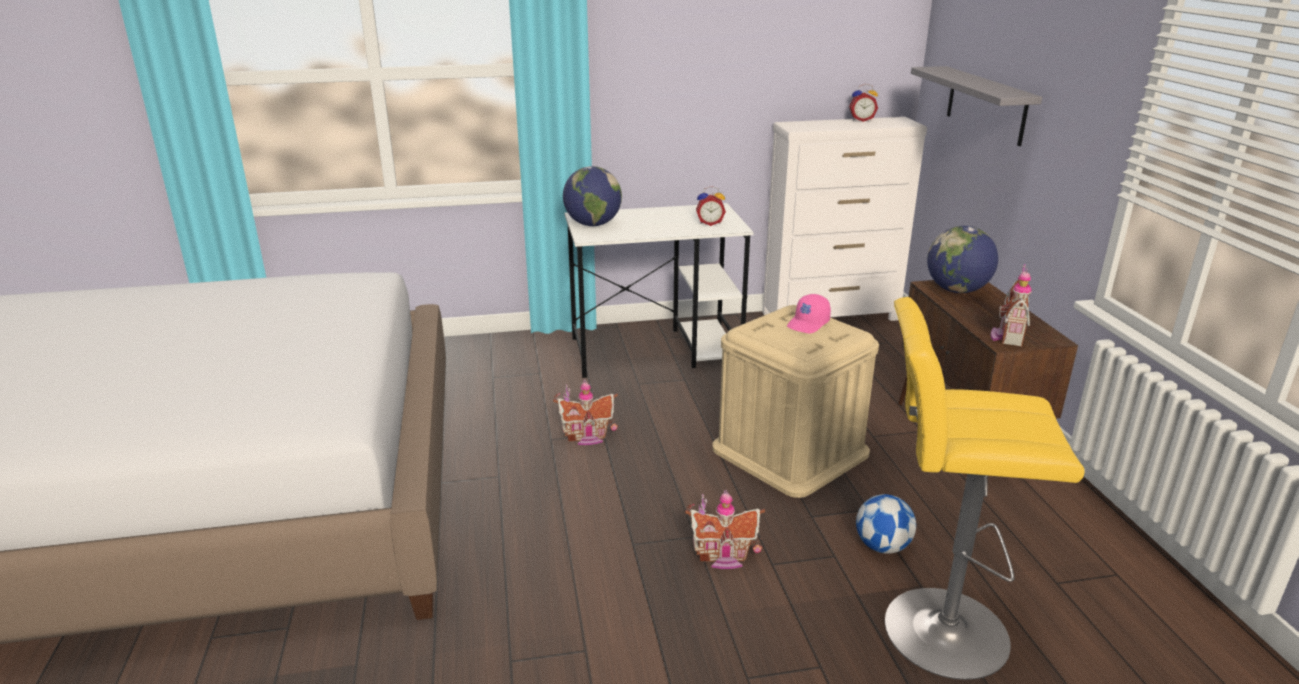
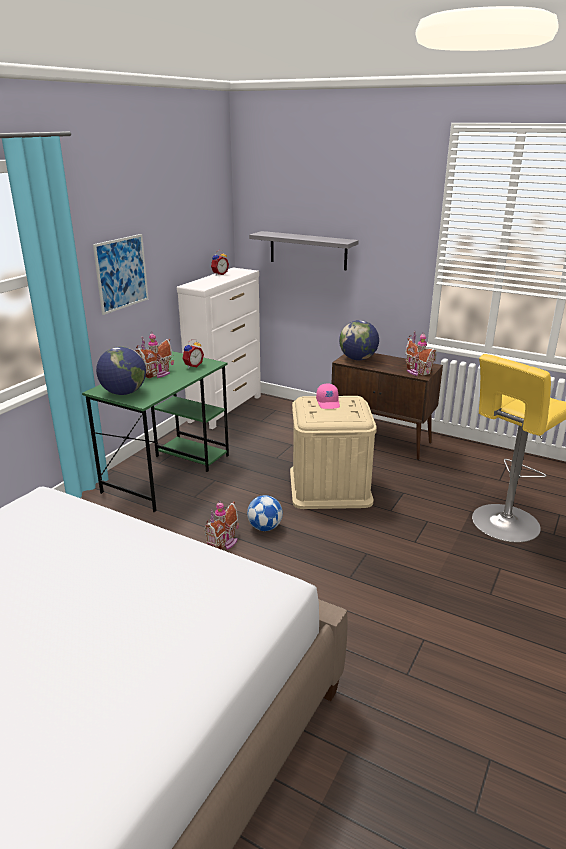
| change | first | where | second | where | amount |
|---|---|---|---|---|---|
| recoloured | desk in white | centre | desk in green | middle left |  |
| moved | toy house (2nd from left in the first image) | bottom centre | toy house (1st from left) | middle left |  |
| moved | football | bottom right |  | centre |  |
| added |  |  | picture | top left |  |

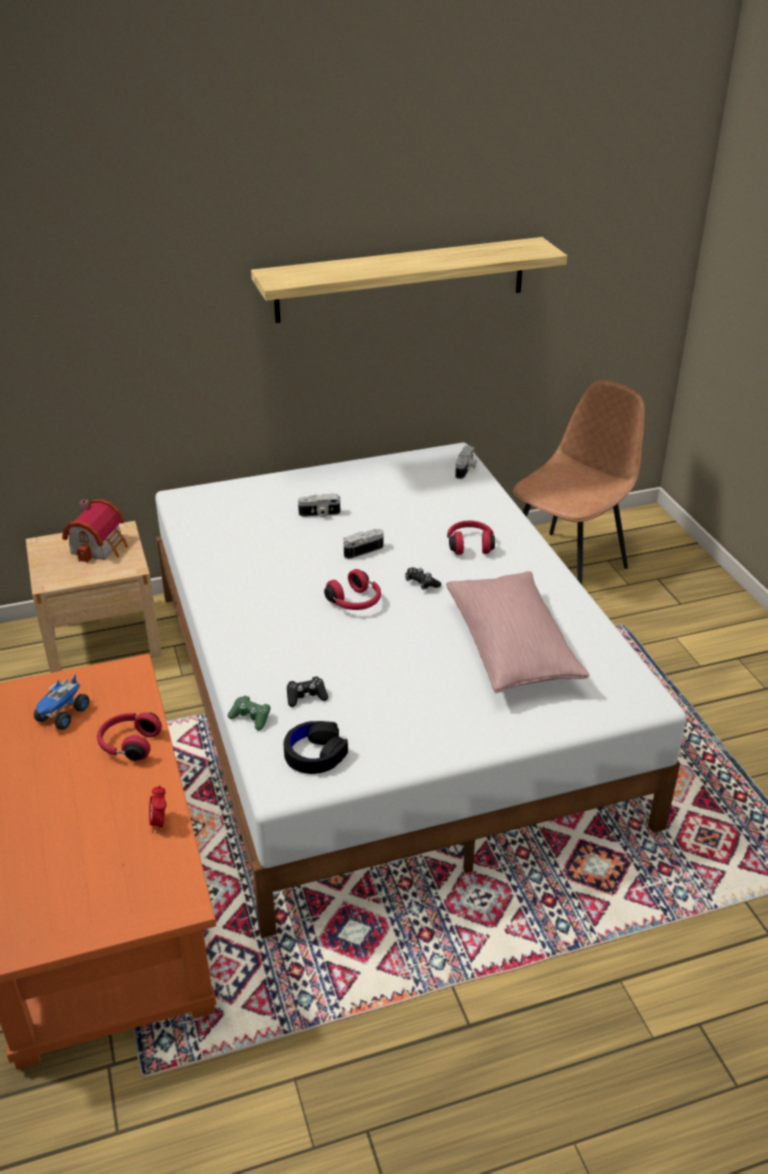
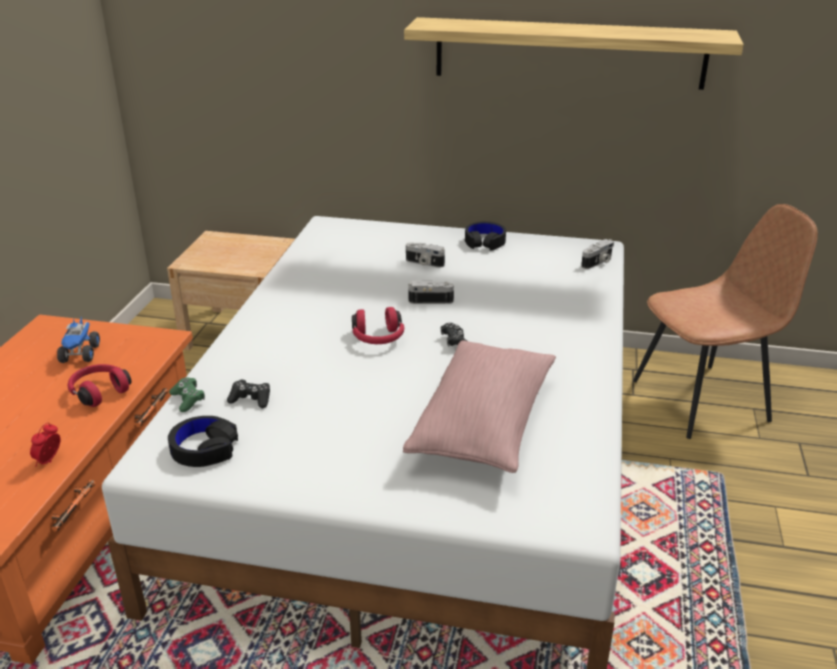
| change | first | where | second | where | amount |
|---|---|---|---|---|---|
| removed | toy house | middle left |  |  |  |
| removed | headphones in red (3rd from left) | centre |  |  |  |
| turned | toy truck | middle left |  | middle left | 60 degrees counterclockwise |
| added |  |  | headphones in black (2nd from left) | centre |  |

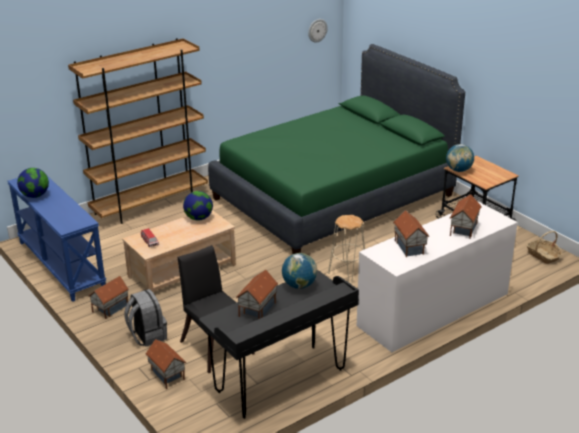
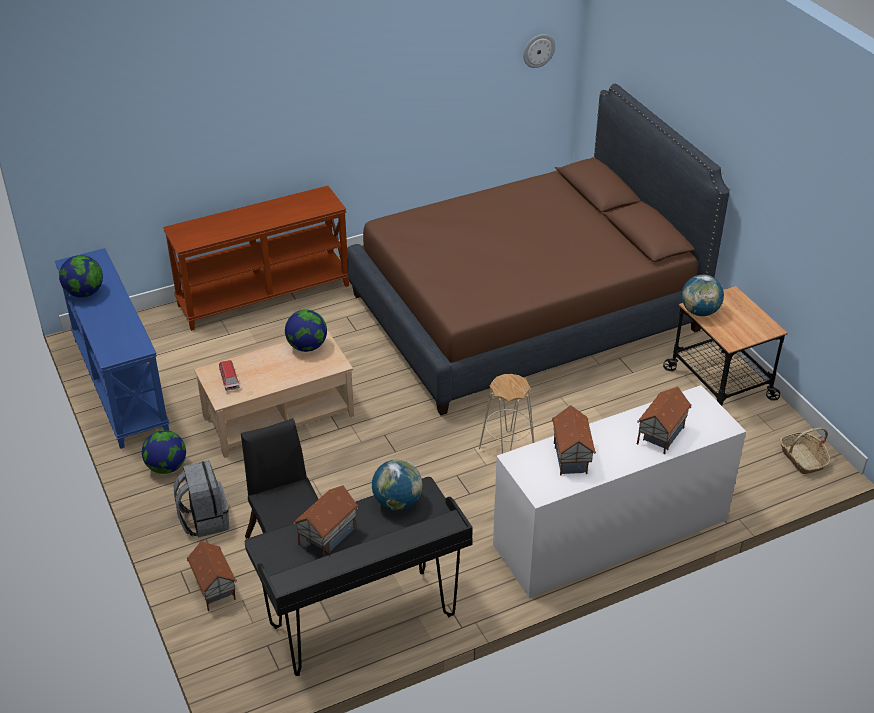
| change | first | where | second | where | amount |
|---|---|---|---|---|---|
| replaced | bookcase in brown | top left | console table in brown | middle left |  |
| recoloured | bed in green | centre | bed in brown | centre |  |
| replaced | toy house (1st from left) | bottom left | globe (2nd from left) | middle left |  |

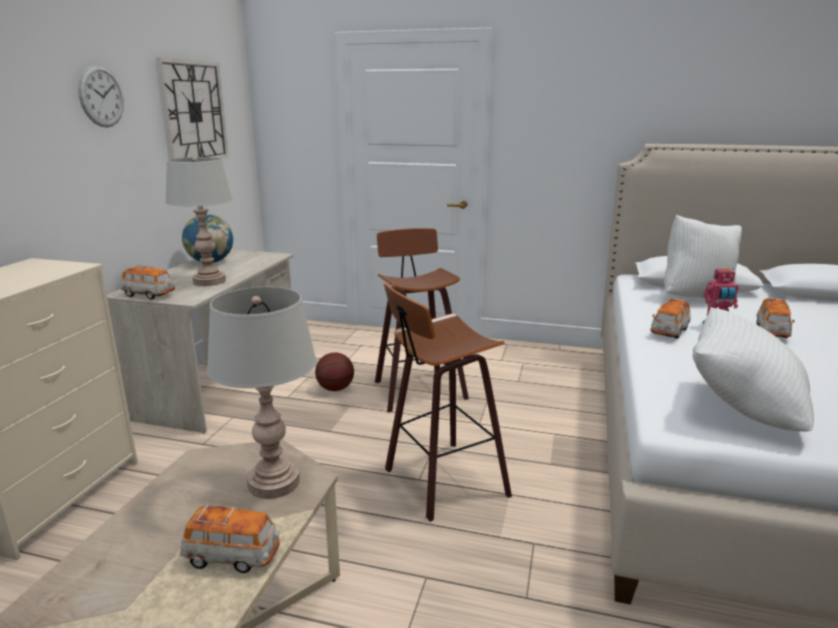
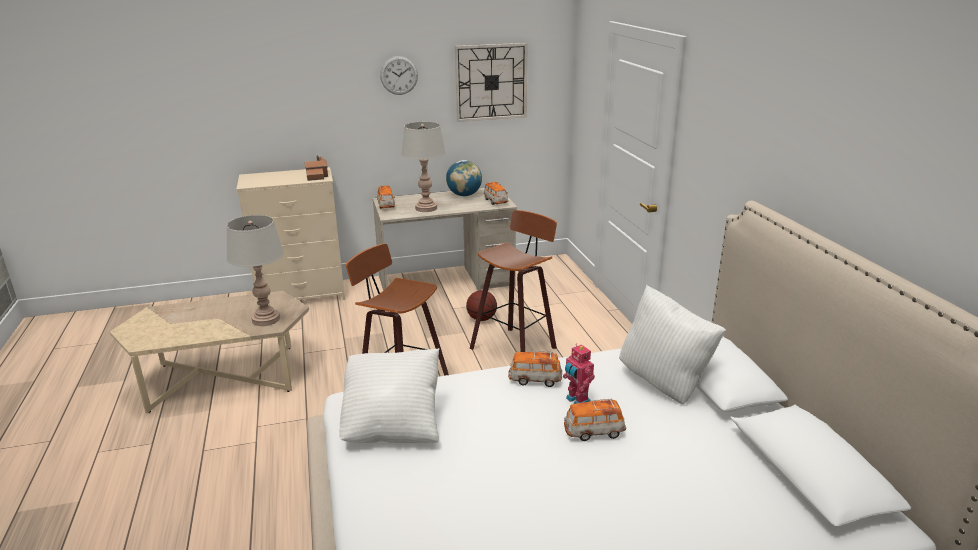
| change | first | where | second | where | amount |
|---|---|---|---|---|---|
| moved | toy car (2nd from left) | bottom left |  | centre |  |
| added |  |  | toy house | top left |  |

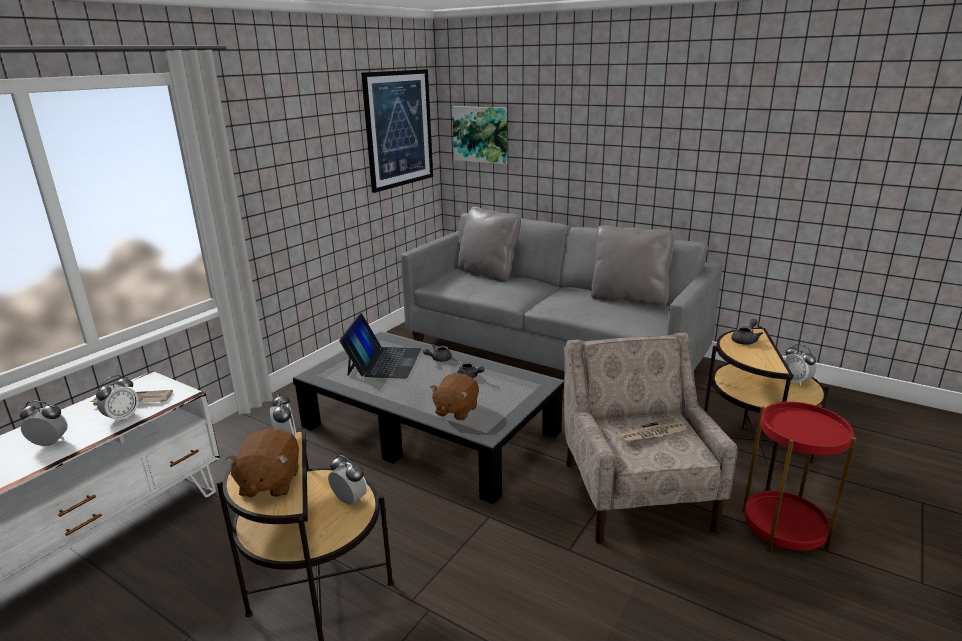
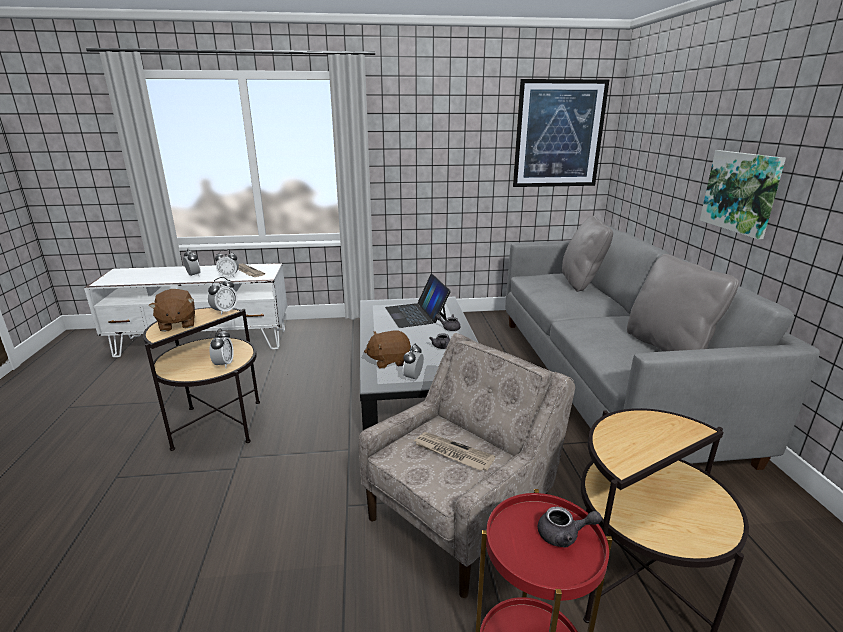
| change | first | where | second | where | amount |
|---|---|---|---|---|---|
| moved | picture (2nd from left) | top centre |  | top right |  |
| turned | laptop | centre |  | centre | 105 degrees clockwise |
| moved | teapot in grey (3rd from left) | middle right |  | bottom right |  |
| moved | alarm clock (5th from left) | middle right |  | centre |  |
| turned | plush toy in brown (1st from left) | bottom left |  | middle left | 75 degrees counterclockwise |

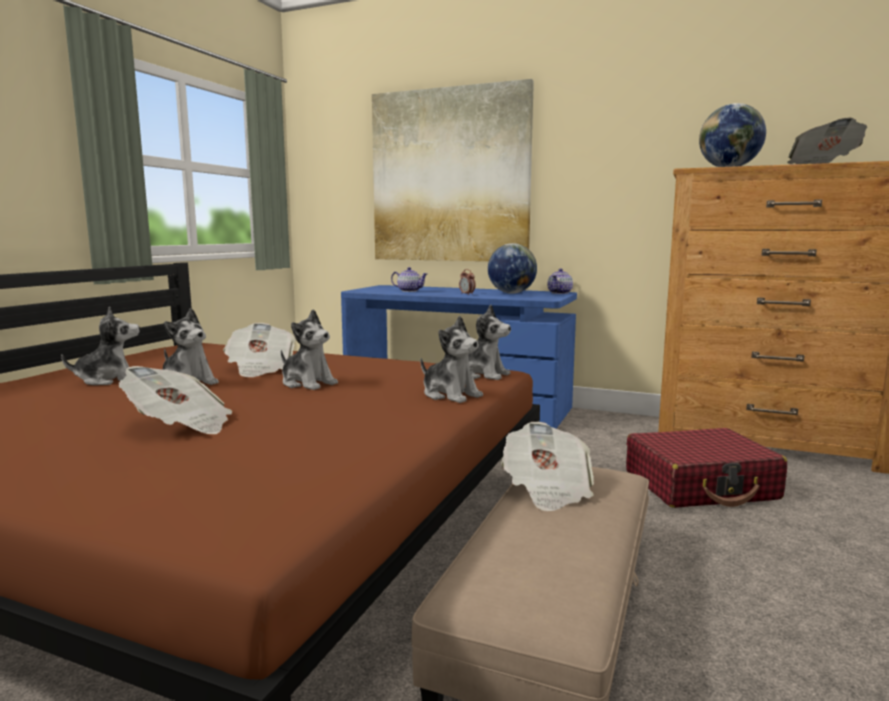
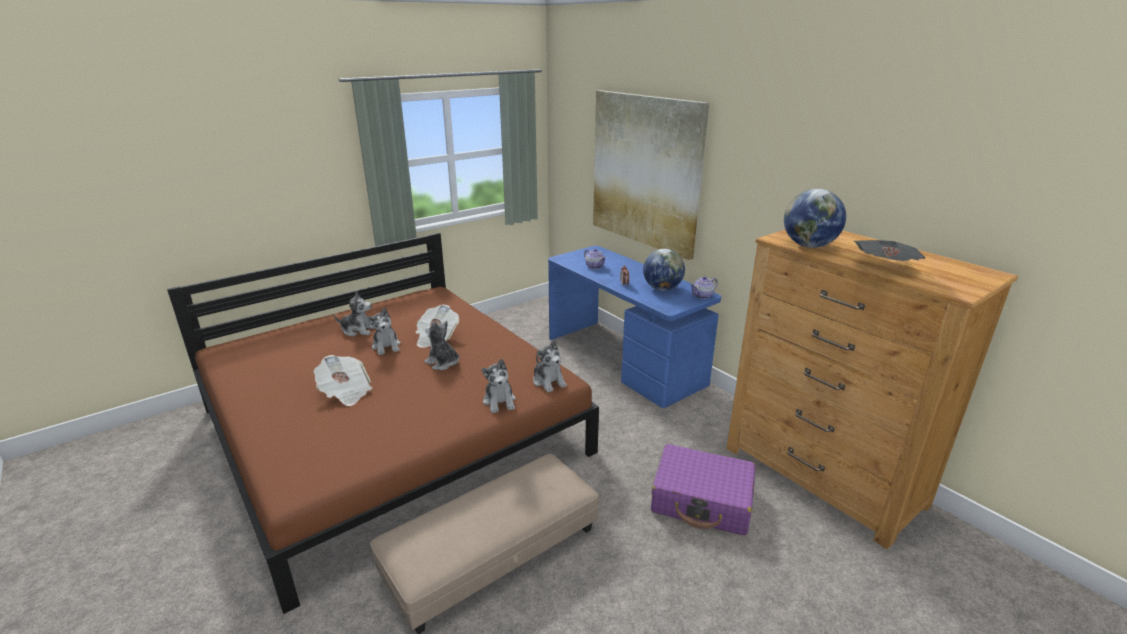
| change | first | where | second | where | amount |
|---|---|---|---|---|---|
| turned | plush toy (3rd from left) | centre |  | centre | 150 degrees clockwise |
| removed | newspaper (3rd from left) | centre |  |  |  |
| recoloured | suitcase in red | bottom right | suitcase in purple | bottom centre |  |

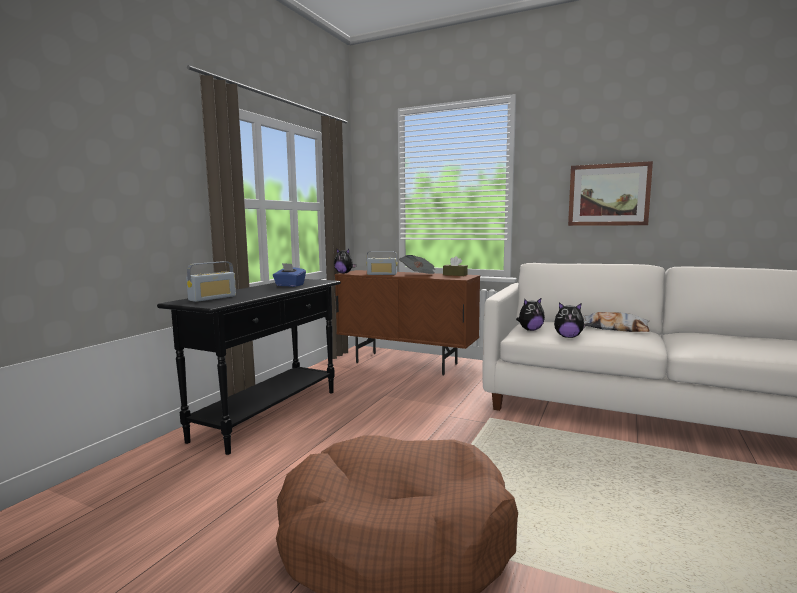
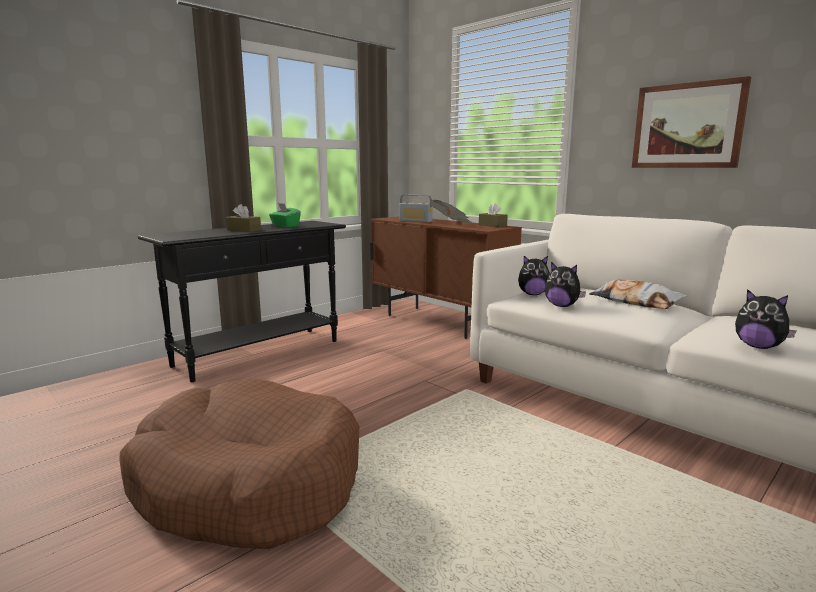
| change | first | where | second | where | amount |
|---|---|---|---|---|---|
| moved | plush toy (1st from left in the first image) | centre | plush toy (3rd from left) | middle right |  |
| removed | radio (1st from left) | middle left |  |  |  |
| recoloured | tissue box in blue | centre | tissue box in green | centre |  |
| added |  |  | tissue box in brown (1st from left) | middle left |  |

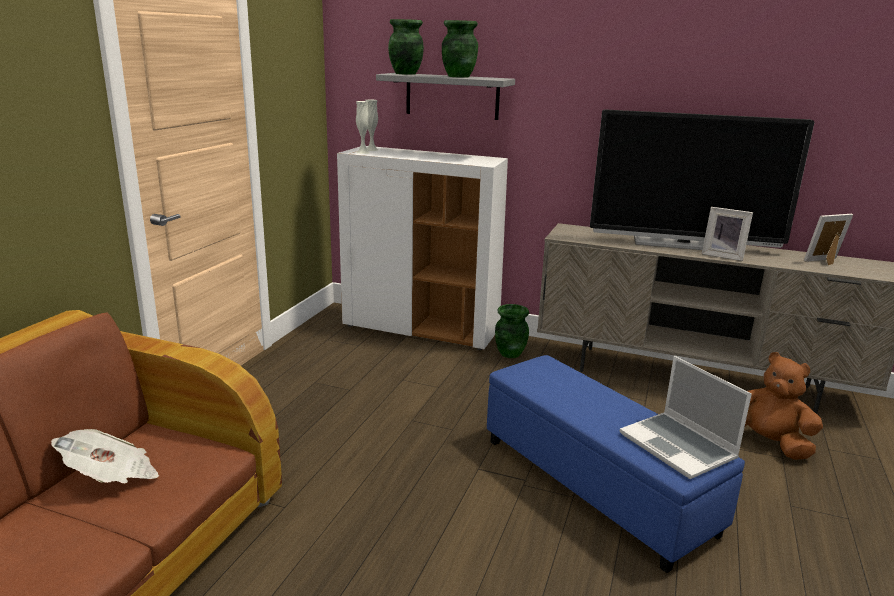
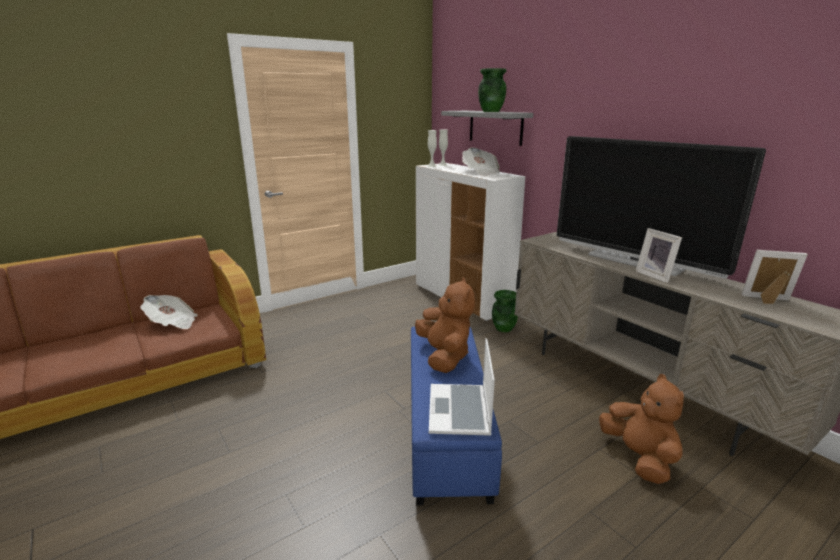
| change | first | where | second | where | amount |
|---|---|---|---|---|---|
| removed | vase in green (1st from left) | top centre |  |  |  |
| added |  |  | newspaper (2nd from left) | top centre |  |
| added |  |  | plush toy in brown (1st from left) | centre |  |

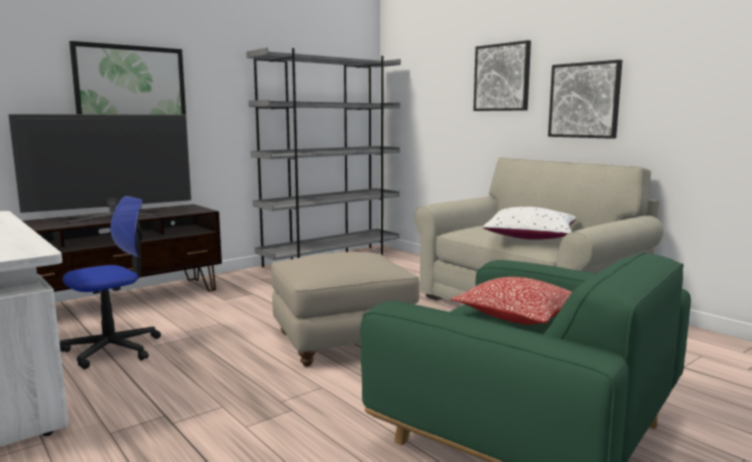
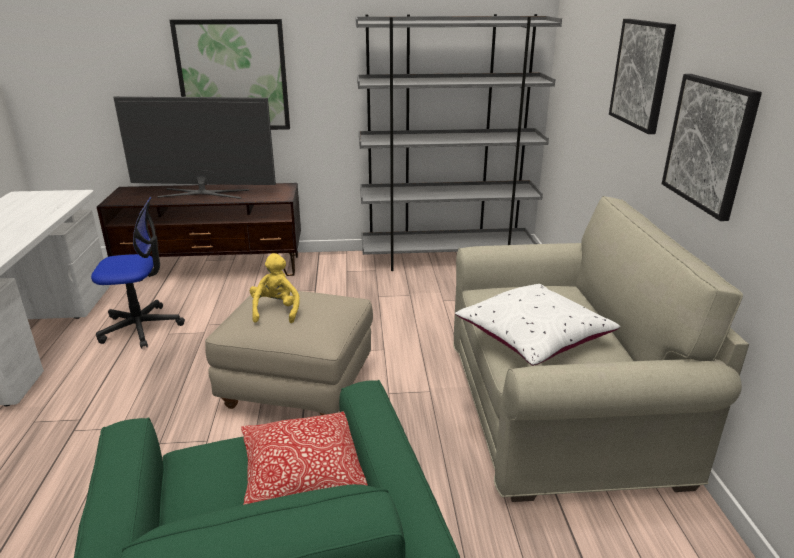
| change | first | where | second | where | amount |
|---|---|---|---|---|---|
| added |  |  | plush toy in yellow | centre |  |

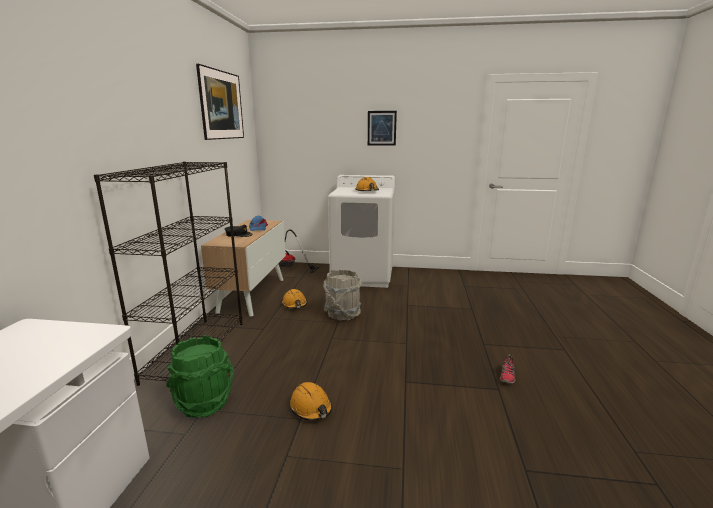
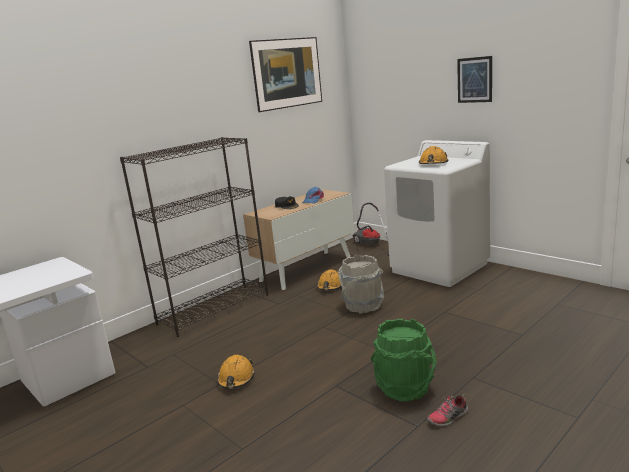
| change | first | where | second | where | amount |
|---|---|---|---|---|---|
| moved | bucket in green | bottom left |  | bottom centre |  |

